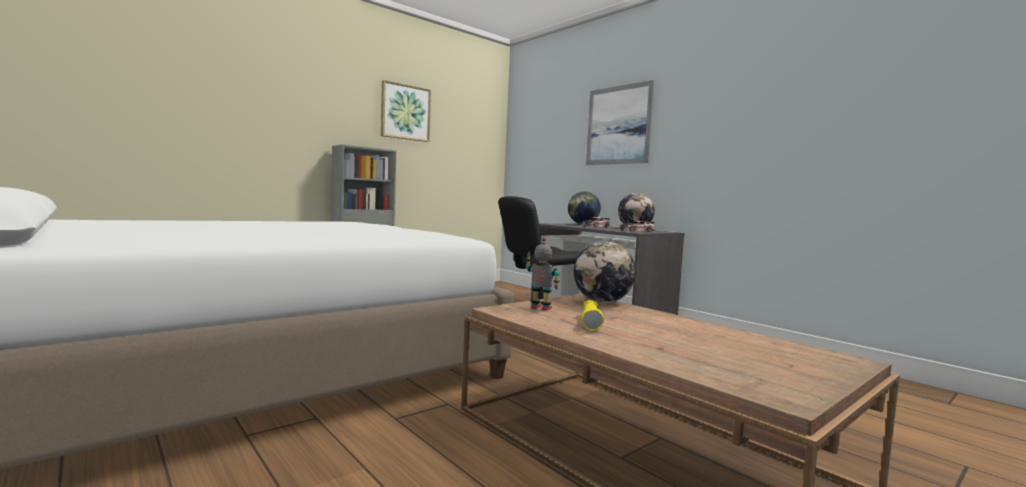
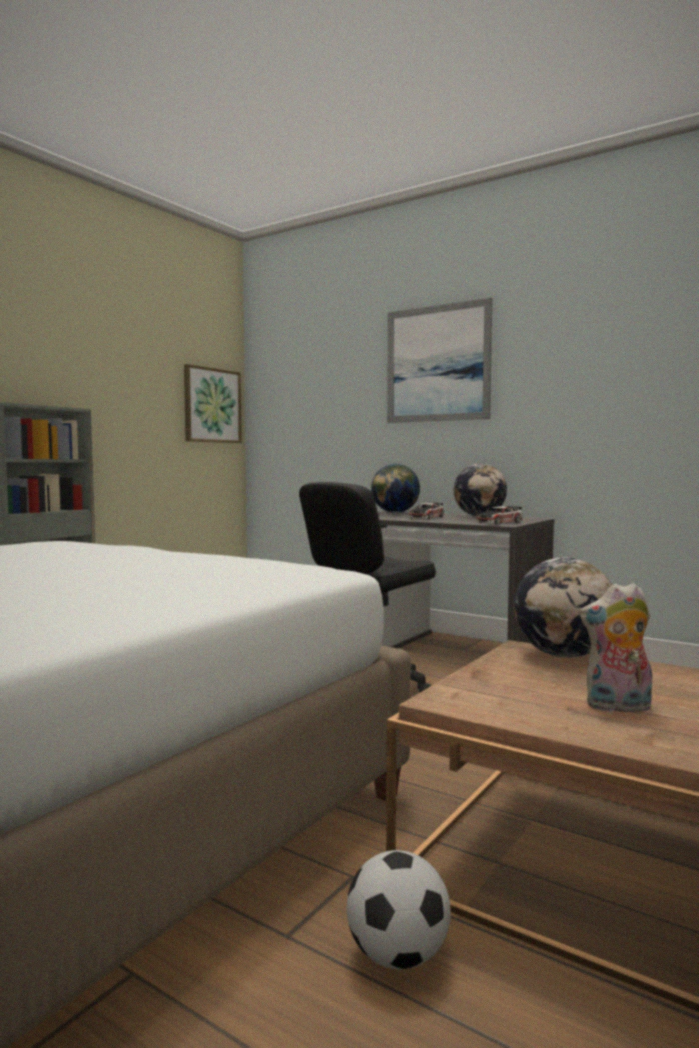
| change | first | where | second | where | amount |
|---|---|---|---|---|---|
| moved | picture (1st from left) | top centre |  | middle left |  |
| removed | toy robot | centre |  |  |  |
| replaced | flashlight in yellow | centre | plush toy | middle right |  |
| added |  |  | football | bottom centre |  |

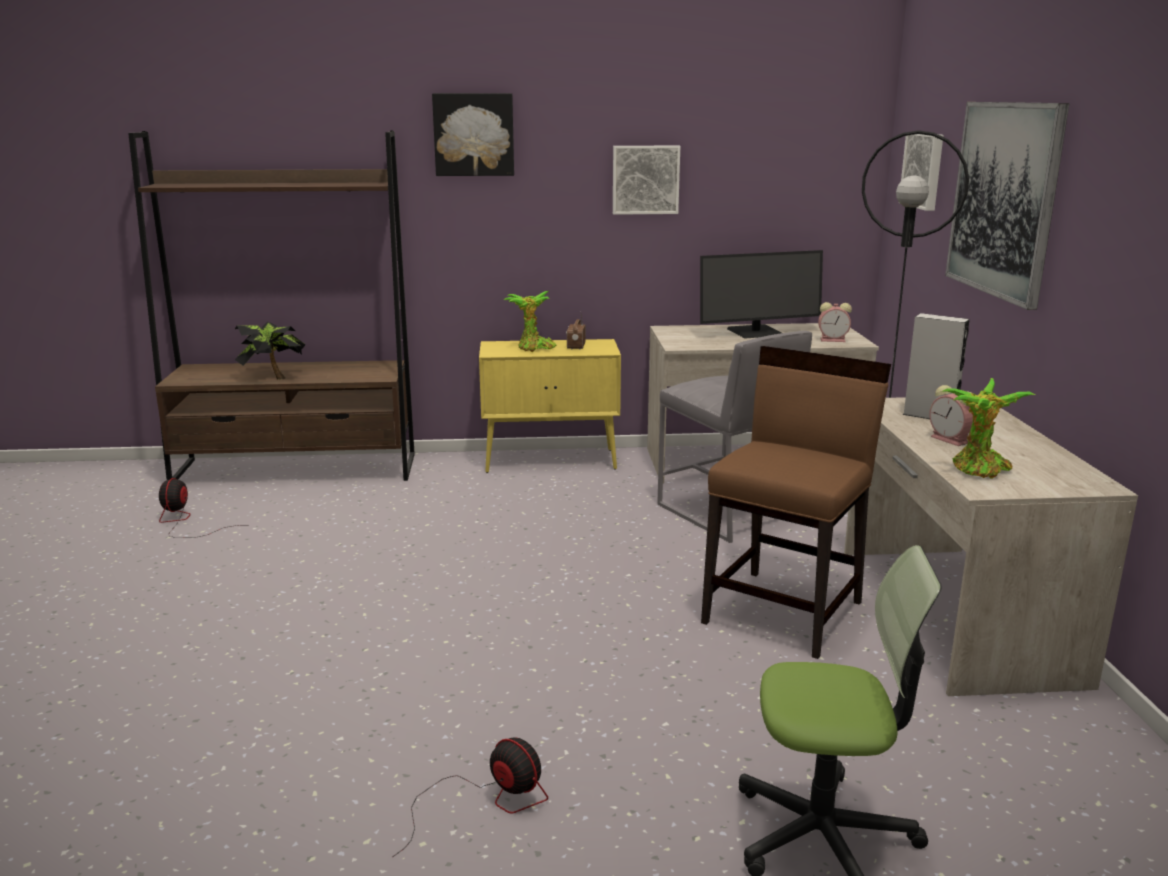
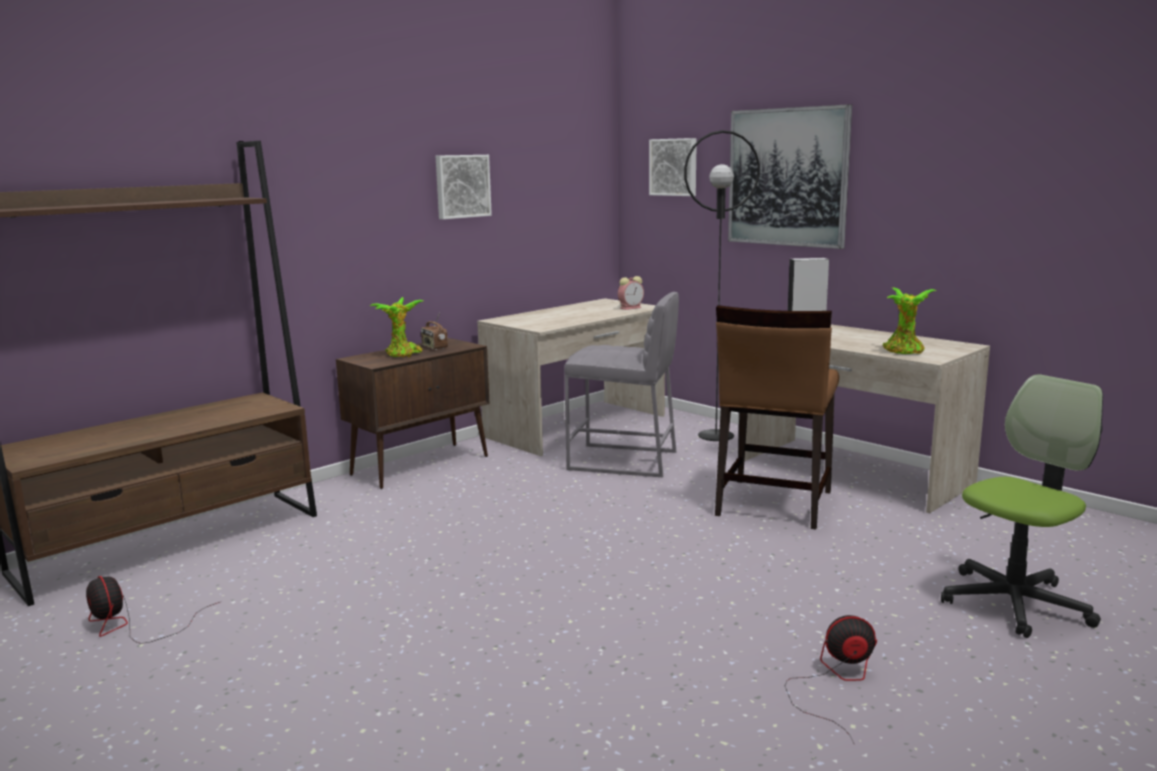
| change | first | where | second | where | amount |
|---|---|---|---|---|---|
| removed | picture (1st from left) | top centre |  |  |  |
| removed | monitor | centre |  |  |  |
| removed | potted plant (1st from left) | middle left |  |  |  |
| recoloured | cabinet in yellow | centre | cabinet in brown | centre |  |
| turned | chair in brown | middle right |  | middle right | 150 degrees counterclockwise |
| removed | alarm clock (2nd from left) | middle right |  |  |  |

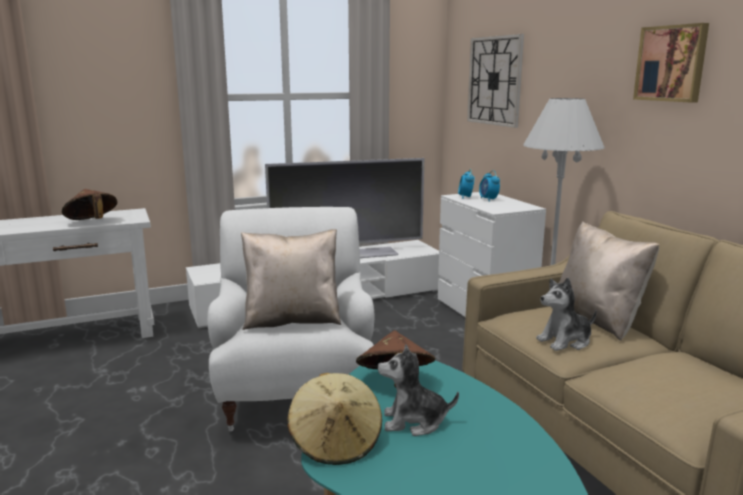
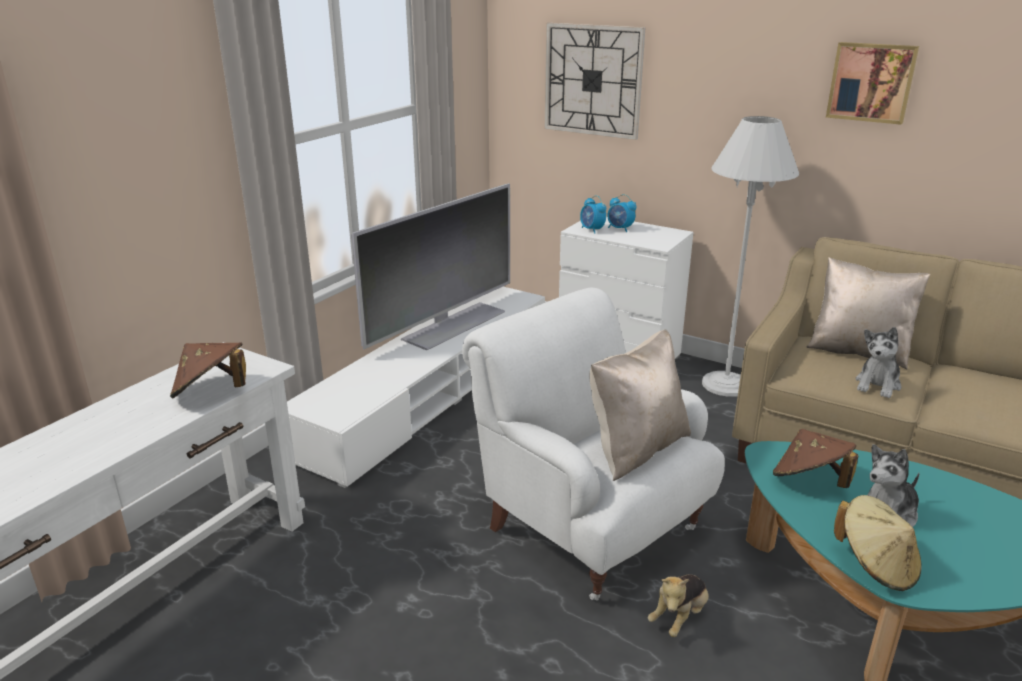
| change | first | where | second | where | amount |
|---|---|---|---|---|---|
| added |  |  | plush toy (1st from left) | bottom centre |  |

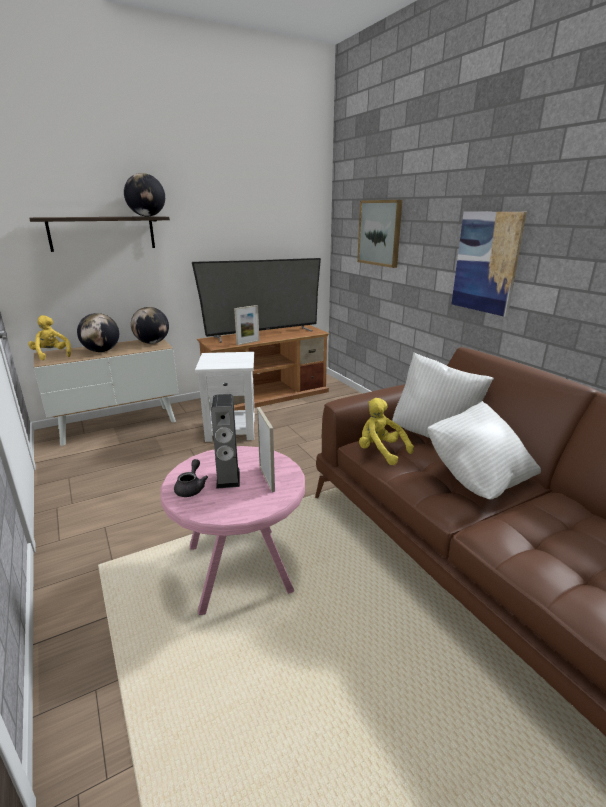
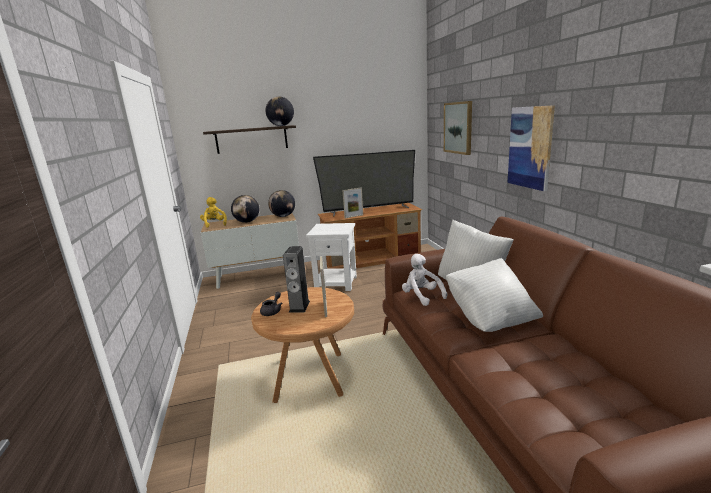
| change | first | where | second | where | amount |
|---|---|---|---|---|---|
| recoloured | plush toy in yellow (2nd from left) | centre | plush toy in white | centre |  |
| recoloured | side table in pink | centre | side table in brown | bottom centre |  |

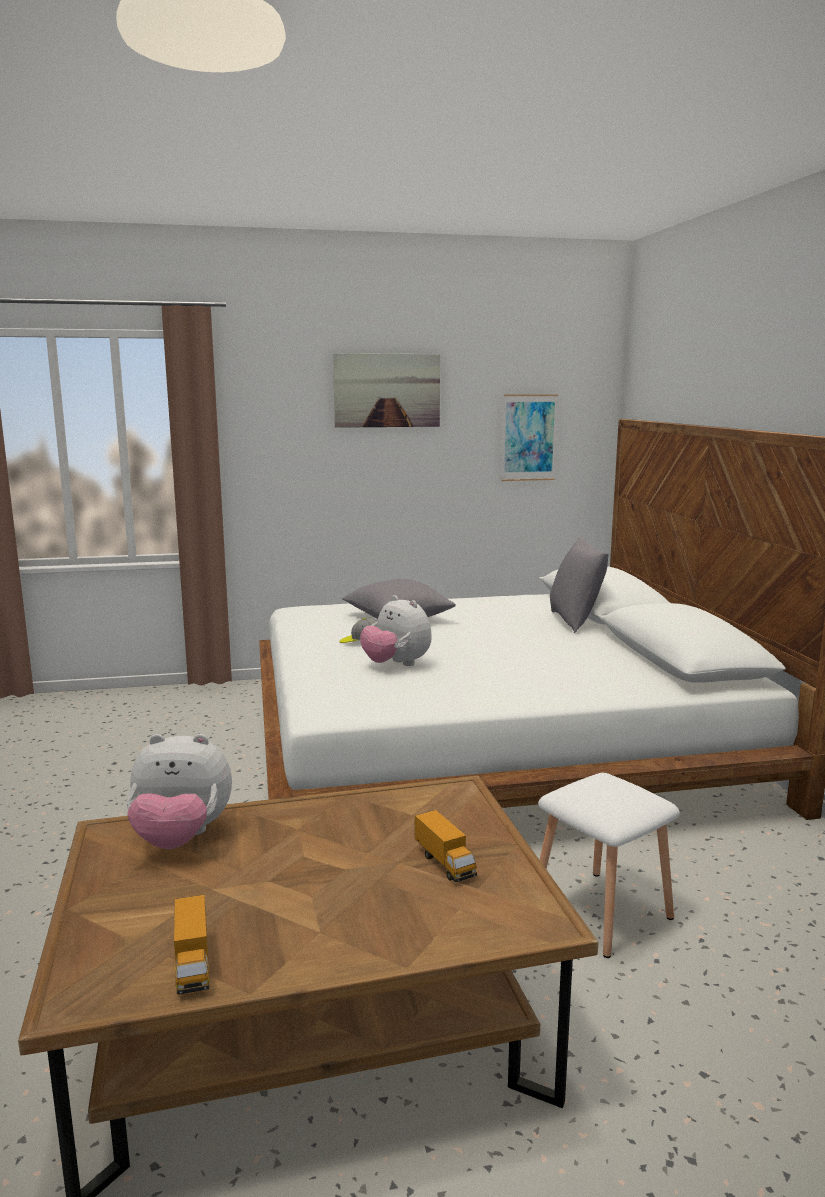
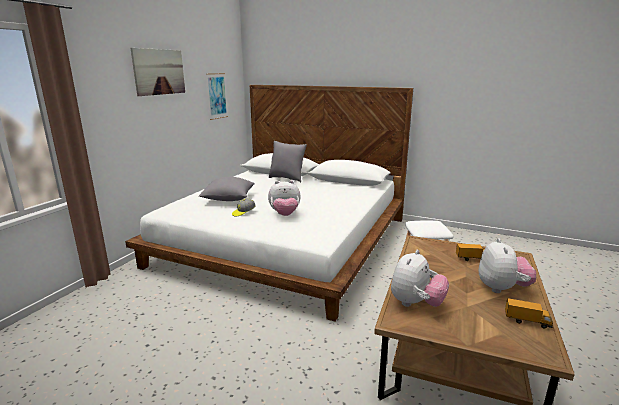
| change | first | where | second | where | amount |
|---|---|---|---|---|---|
| added |  |  | plush toy (3rd from left) | middle right |  |

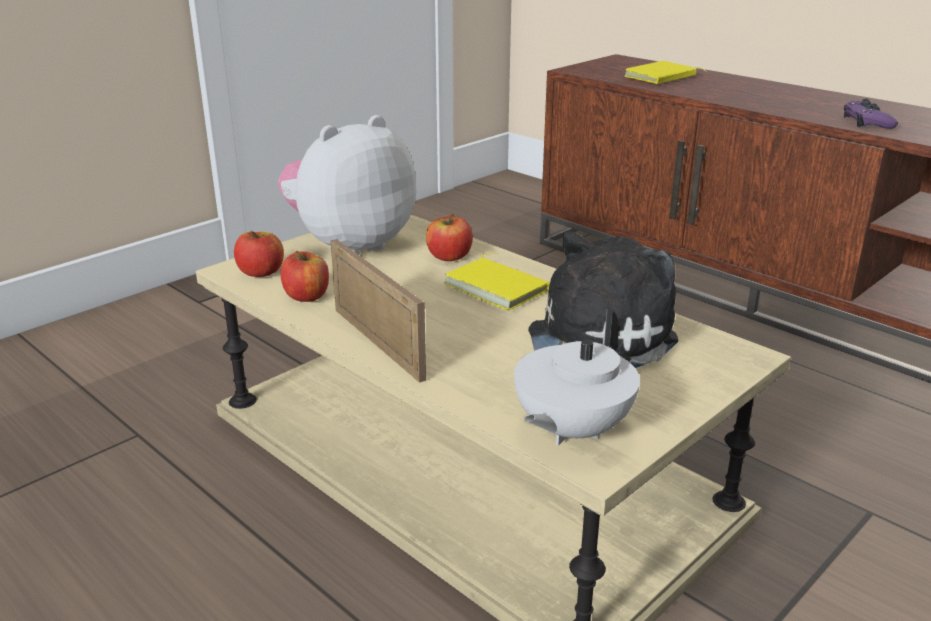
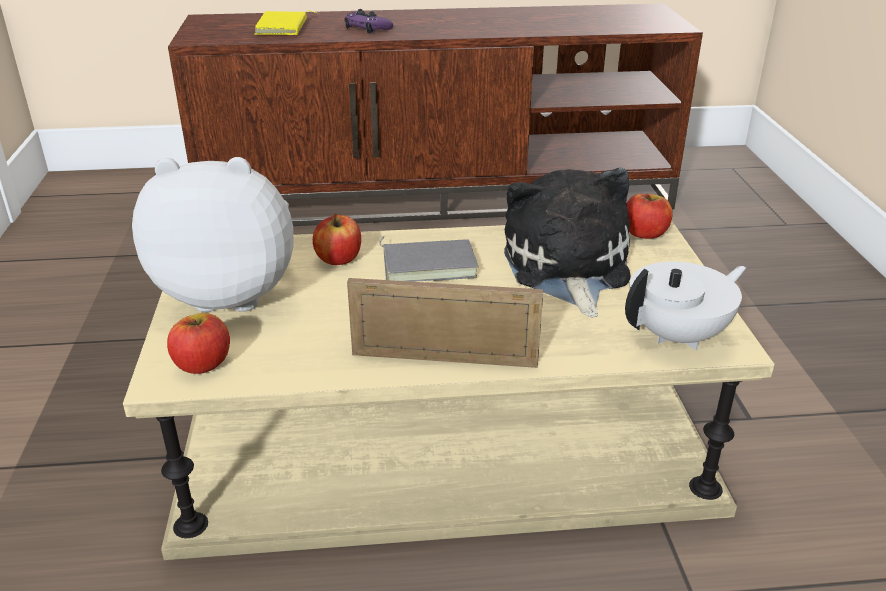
| change | first | where | second | where | amount |
|---|---|---|---|---|---|
| moved | game controller in purple | top right |  | top centre |  |
| turned | plush toy (1st from left) | top centre |  | middle left | 90 degrees clockwise |
| moved | apple (2nd from left in the first image) | middle left | apple (3rd from left) | middle right |  |
| recoloured | book in yellow (1st from left) | centre | book in grey | centre |  |
| turned | teapot in white | centre |  | middle right | 105 degrees counterclockwise |

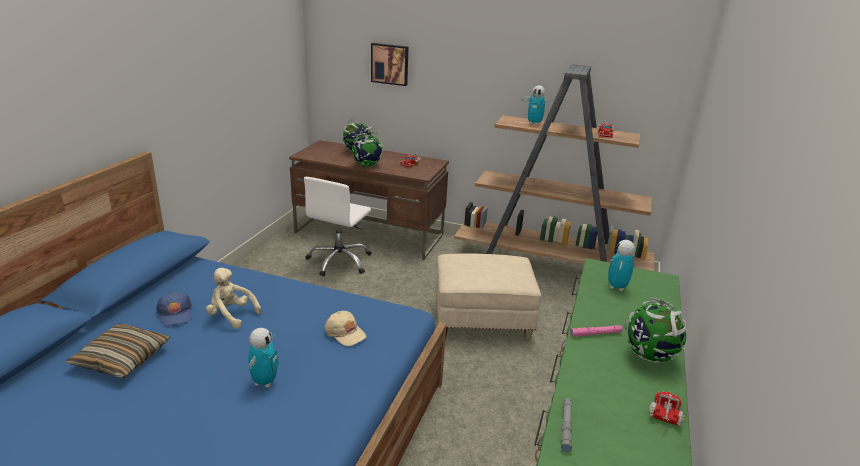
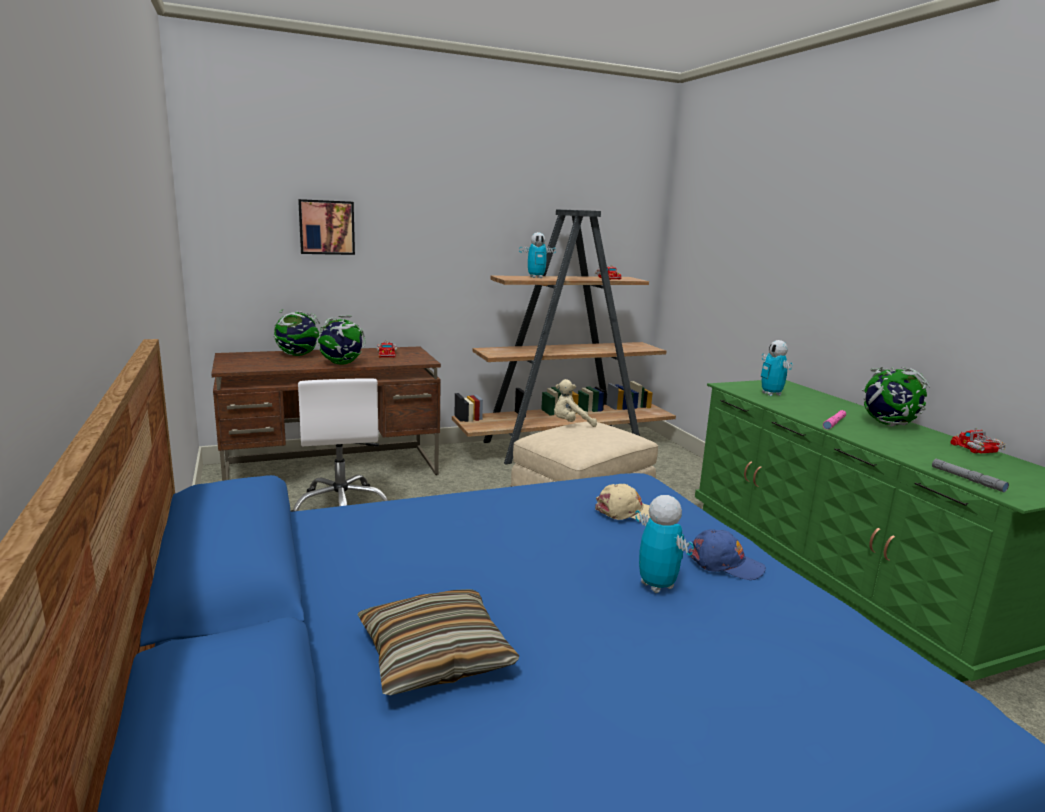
| change | first | where | second | where | amount |
|---|---|---|---|---|---|
| moved | plush toy in beige | middle left |  | centre |  |
| moved | cap in blue | middle left |  | bottom right |  |

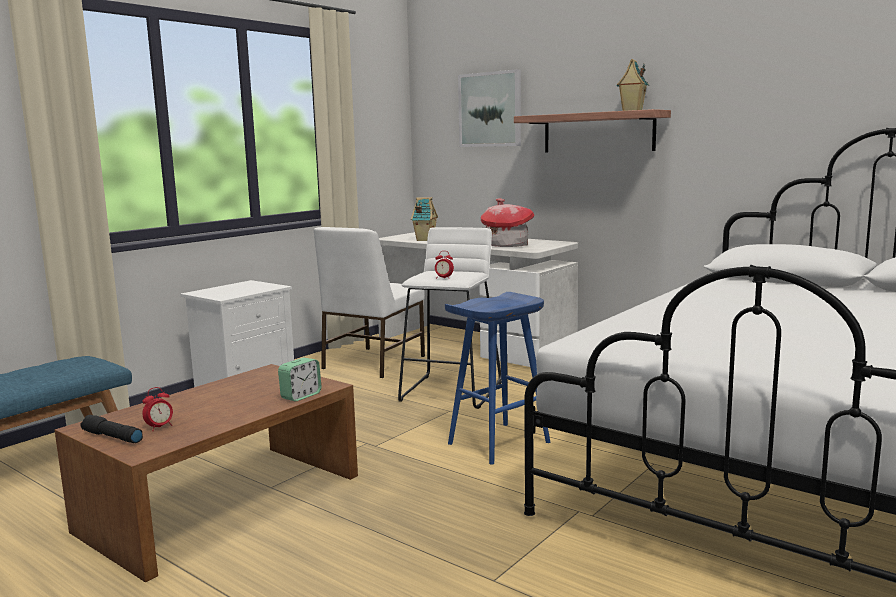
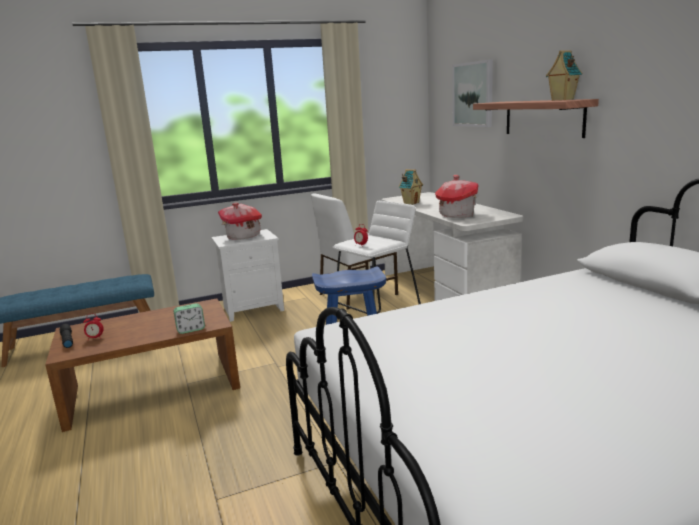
| change | first | where | second | where | amount |
|---|---|---|---|---|---|
| added |  |  | toy house (1st from left) | centre |  |

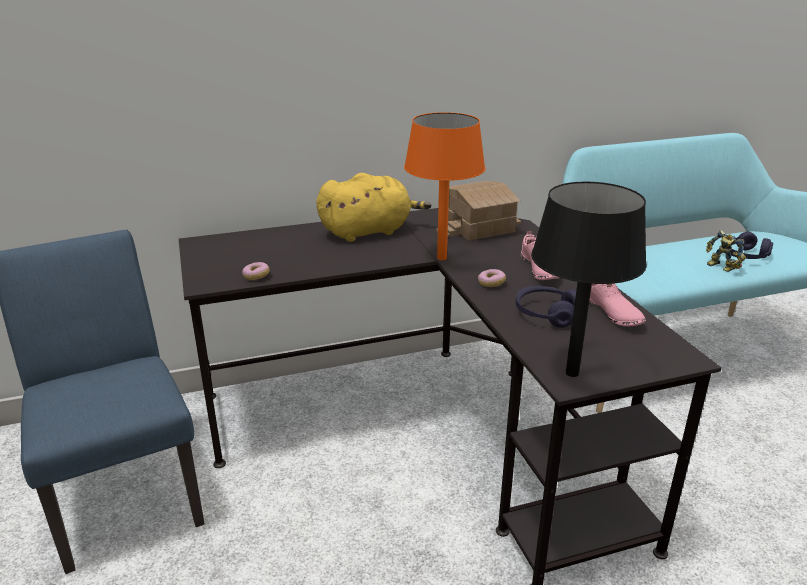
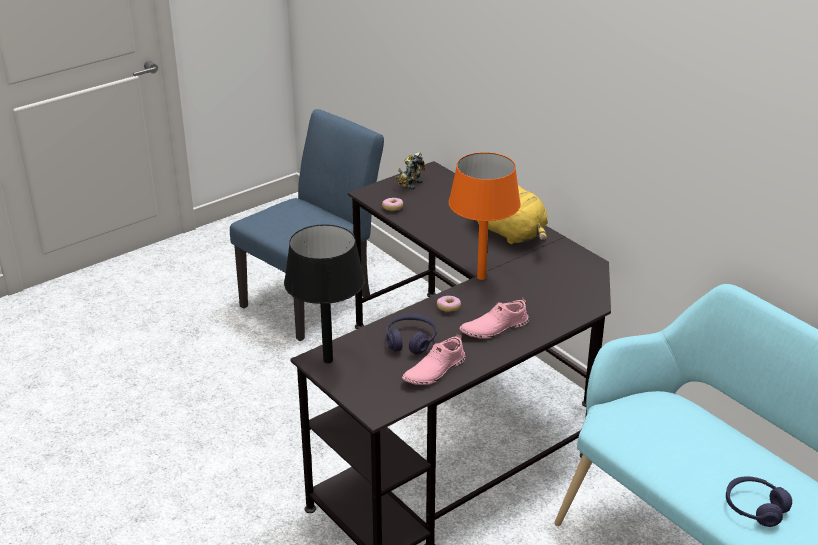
| change | first | where | second | where | amount |
|---|---|---|---|---|---|
| removed | toy house | centre |  |  |  |
| moved | toy robot | middle right |  | top centre |  |

